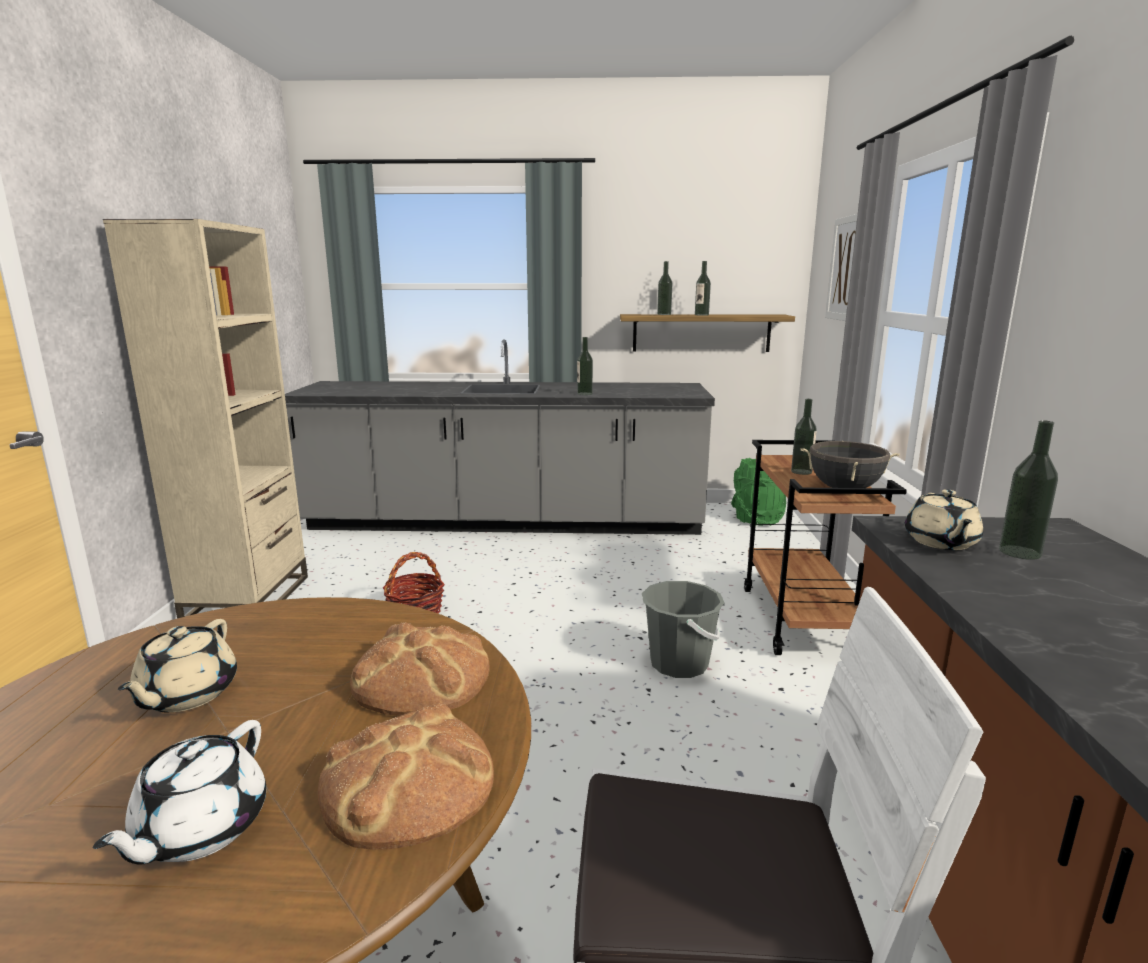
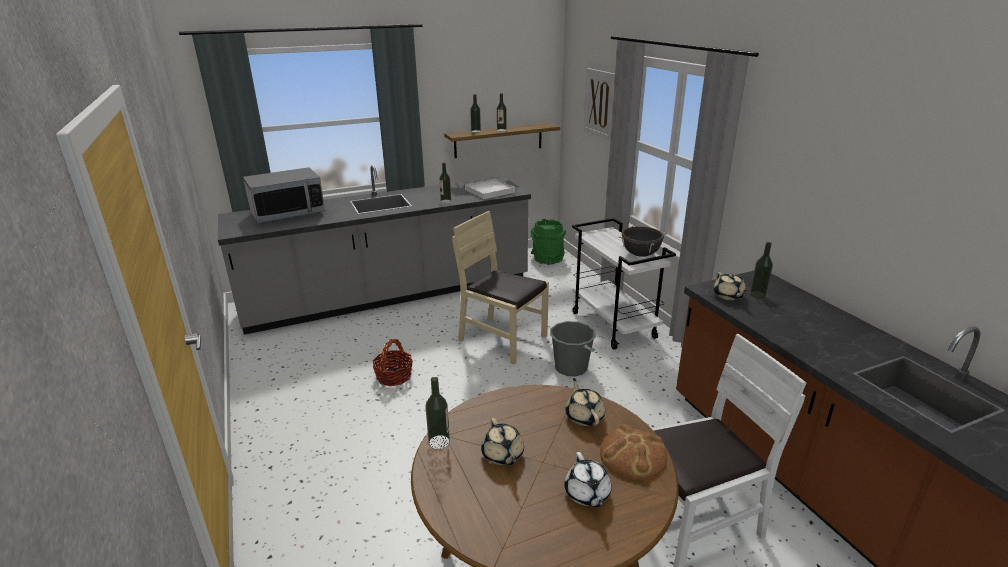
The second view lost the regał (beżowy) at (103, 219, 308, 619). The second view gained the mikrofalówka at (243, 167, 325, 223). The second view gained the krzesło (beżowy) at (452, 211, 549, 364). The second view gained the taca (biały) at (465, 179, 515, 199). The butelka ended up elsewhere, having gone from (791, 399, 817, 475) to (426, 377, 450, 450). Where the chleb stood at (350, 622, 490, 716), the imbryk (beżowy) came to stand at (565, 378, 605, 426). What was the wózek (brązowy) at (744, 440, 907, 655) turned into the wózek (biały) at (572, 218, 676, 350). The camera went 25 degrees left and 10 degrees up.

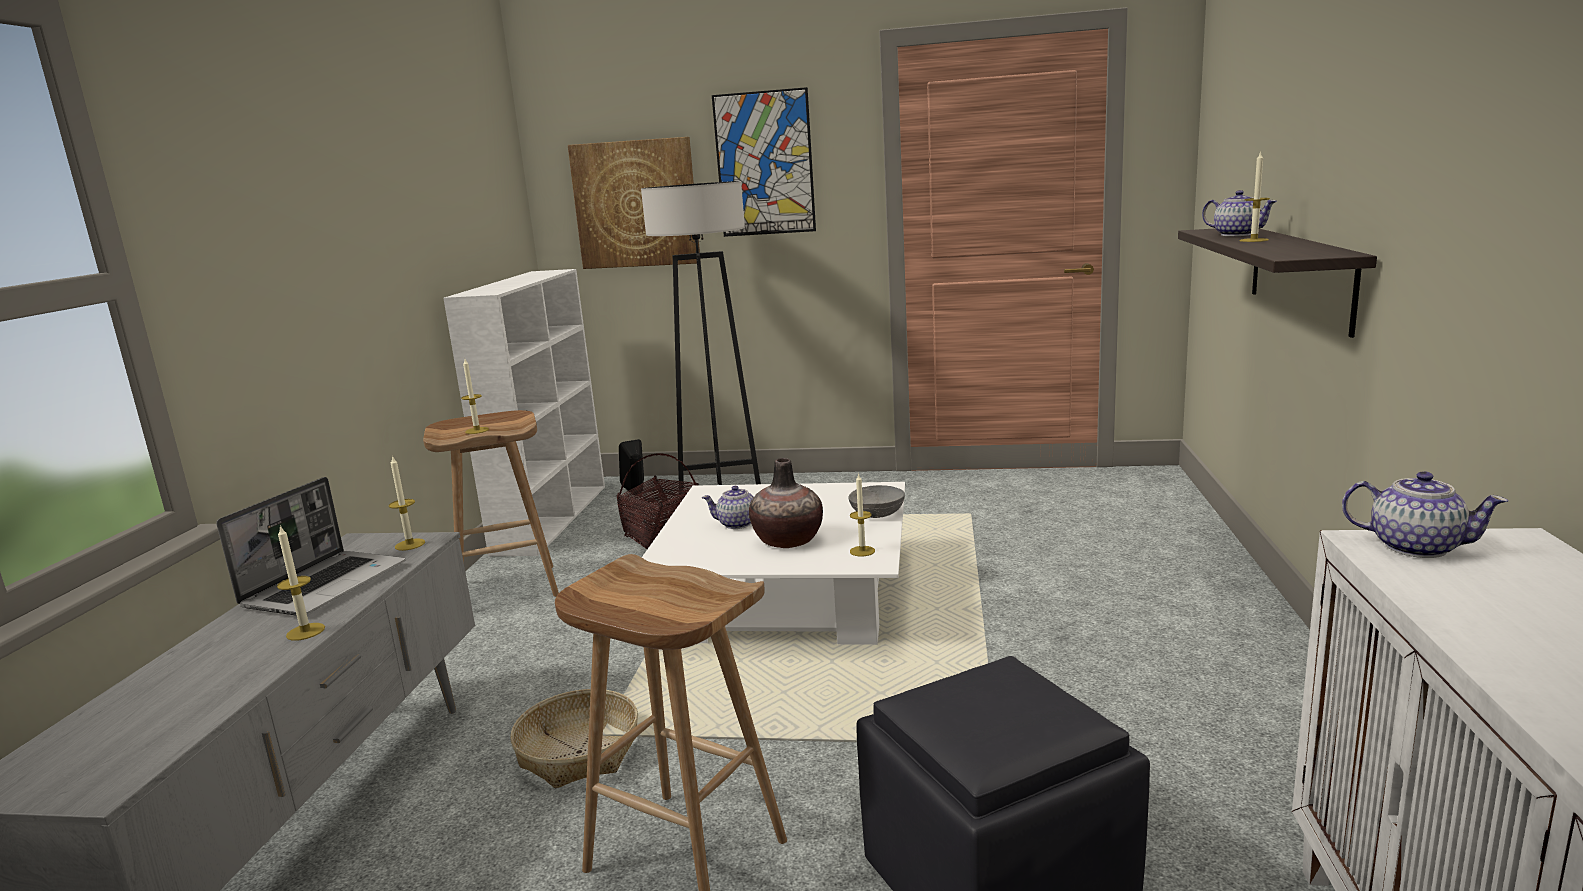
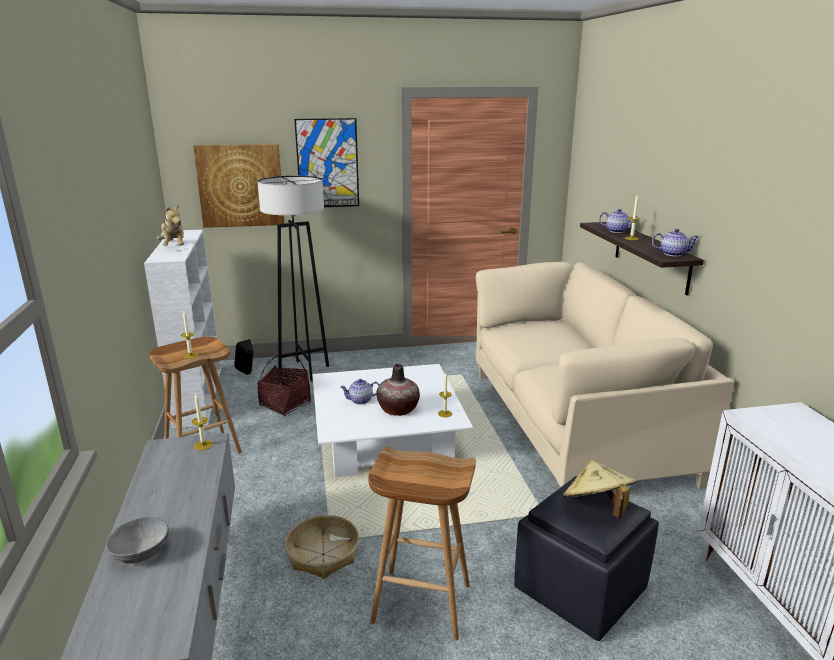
The second view lost the laptop at (216, 477, 405, 616). The second view lost the świeca at (277, 525, 325, 641). The second view gained the pluszak at (157, 204, 184, 246). The second view gained the kanapa (beżowy) at (476, 262, 735, 489). The second view gained the kapelusz (beżowy) at (562, 460, 637, 518). The miska (szary) ended up elsewhere, having gone from (848, 485, 905, 518) to (106, 517, 169, 564). The imbryk ended up elsewhere, having gone from (1342, 471, 1508, 558) to (652, 229, 700, 257). The camera went 20 degrees left and 5 degrees up.

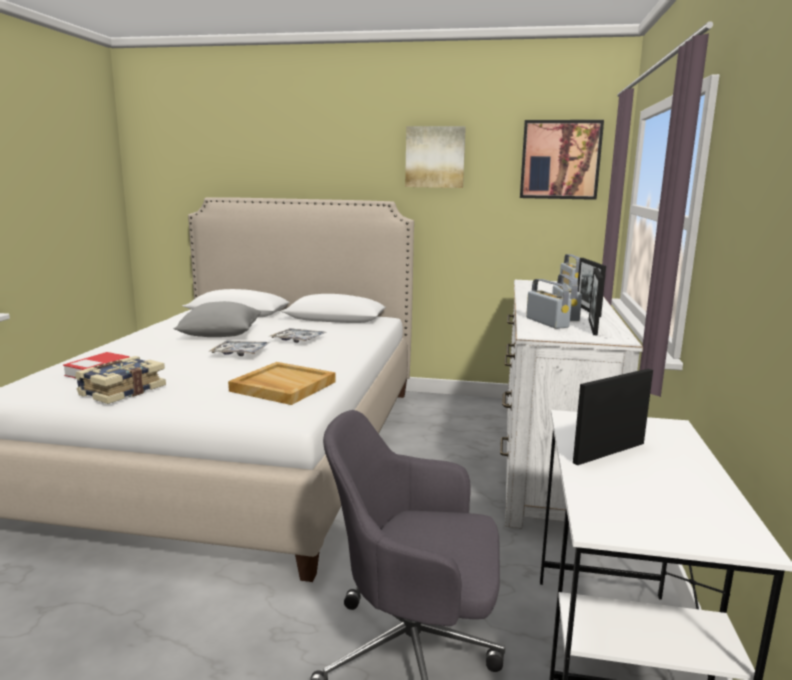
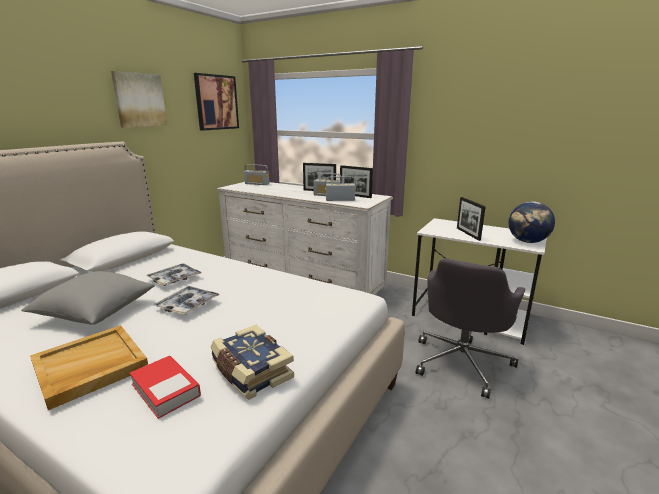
The second view gained the globus at (509, 202, 555, 243). The taca (beżowy) ended up elsewhere, having gone from (228, 362, 336, 405) to (30, 325, 148, 410). The camera went 70 degrees left and 5 degrees up.

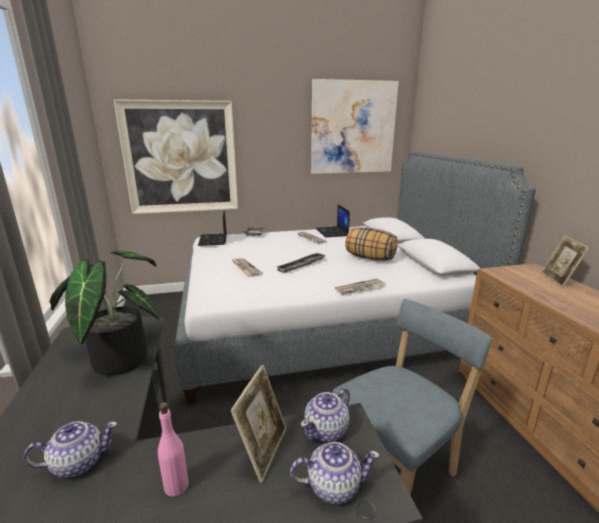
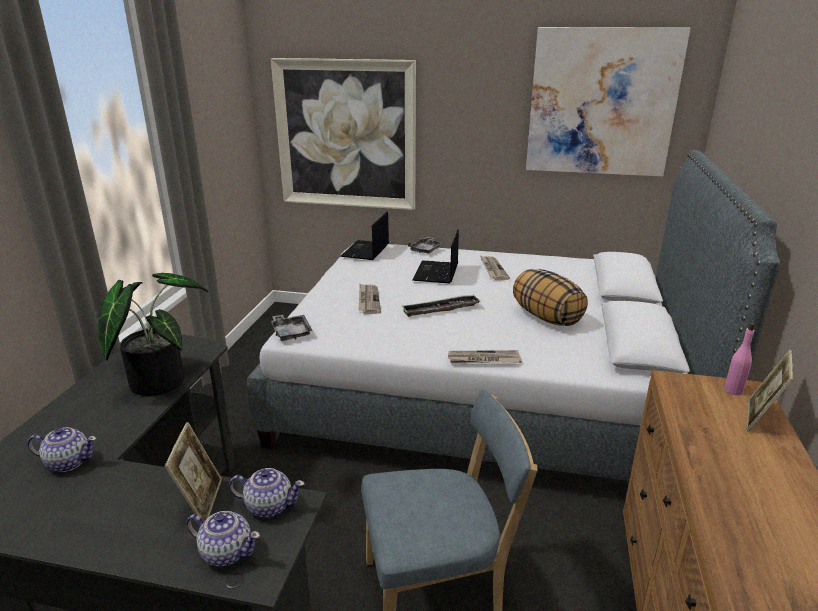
The second view gained the taca (szary) at (271, 315, 312, 341). The butelka (różowy) ended up elsewhere, having gone from (158, 402, 189, 497) to (724, 323, 755, 395). The laptop ended up elsewhere, having gone from (316, 205, 350, 237) to (413, 229, 459, 284). The ramka na zdjęcie at (230, 365, 287, 483) ended up facing another way, 45 degrees counterclockwise from before. The imbryk at (301, 387, 350, 442) ended up facing another way, 150 degrees counterclockwise from before. The camera went 25 degrees right and 5 degrees up.

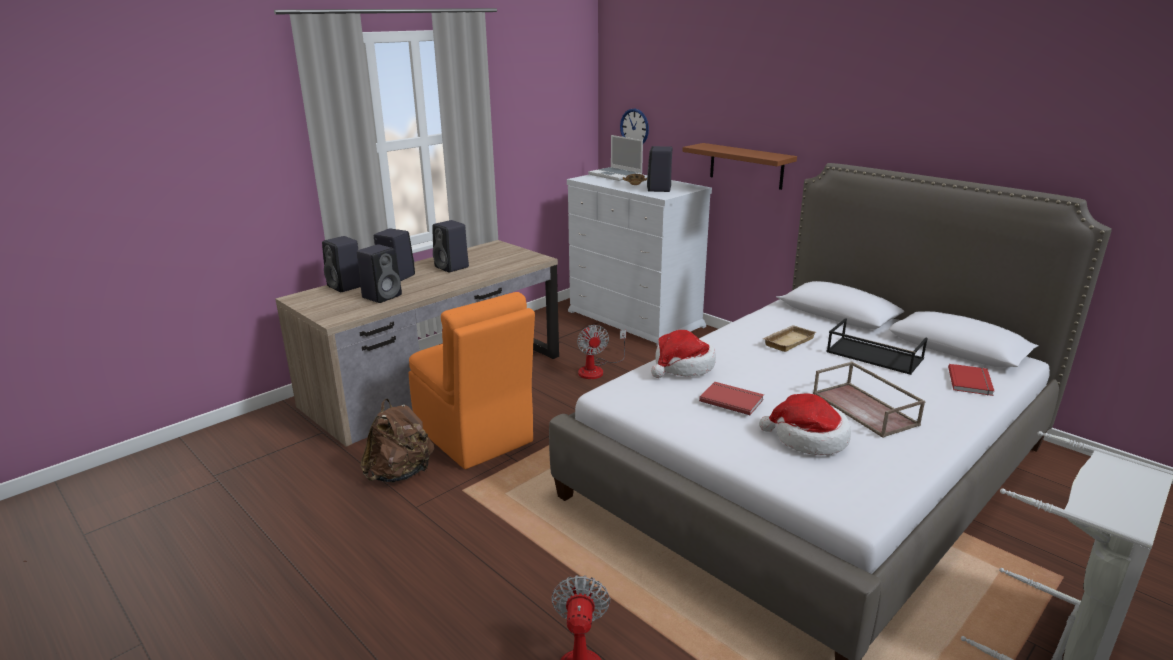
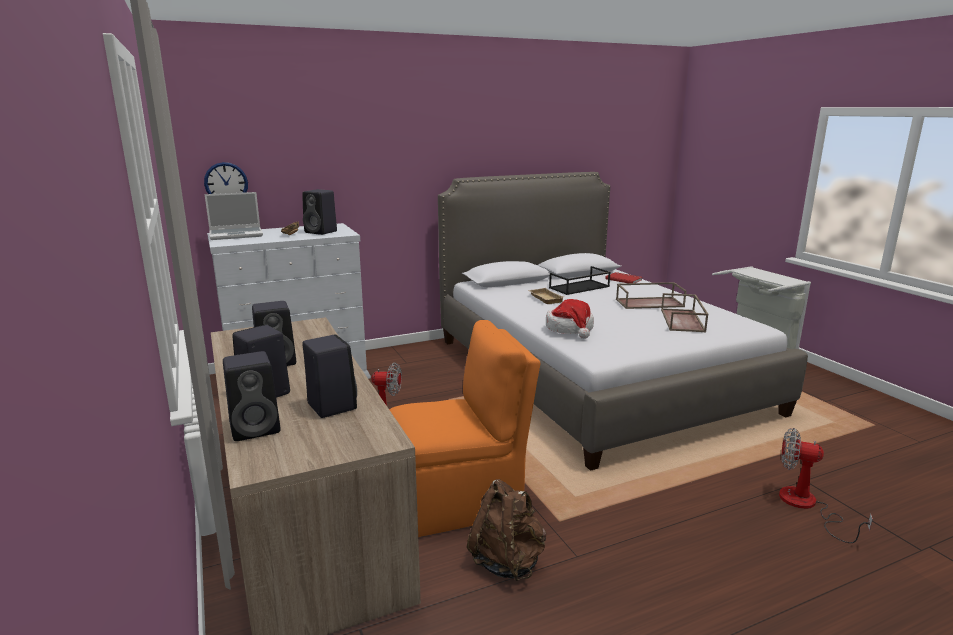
The second view lost the półka (brązowy) at (682, 143, 797, 190). The second view lost the książka (czerwony) at (699, 382, 764, 415). Where the kapelusz stood at (759, 393, 851, 455), the taca (brązowy) came to stand at (661, 293, 708, 332). The camera went 70 degrees left and 5 degrees down.

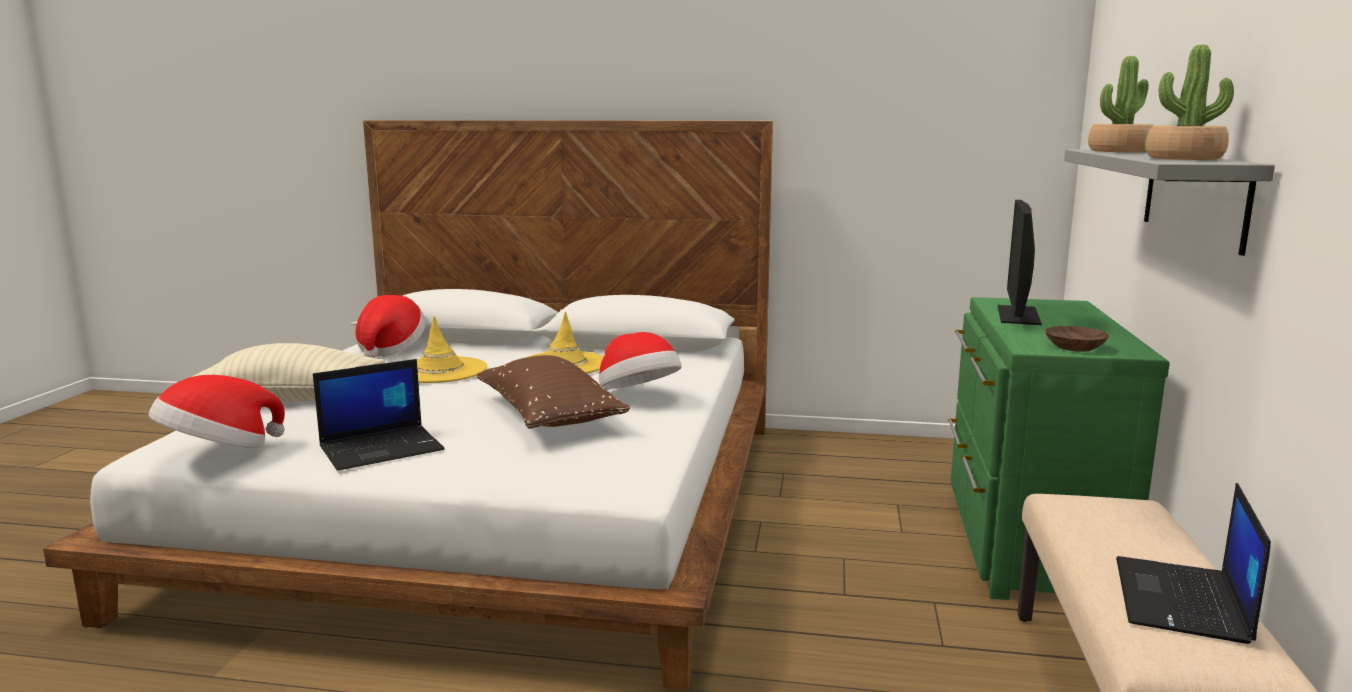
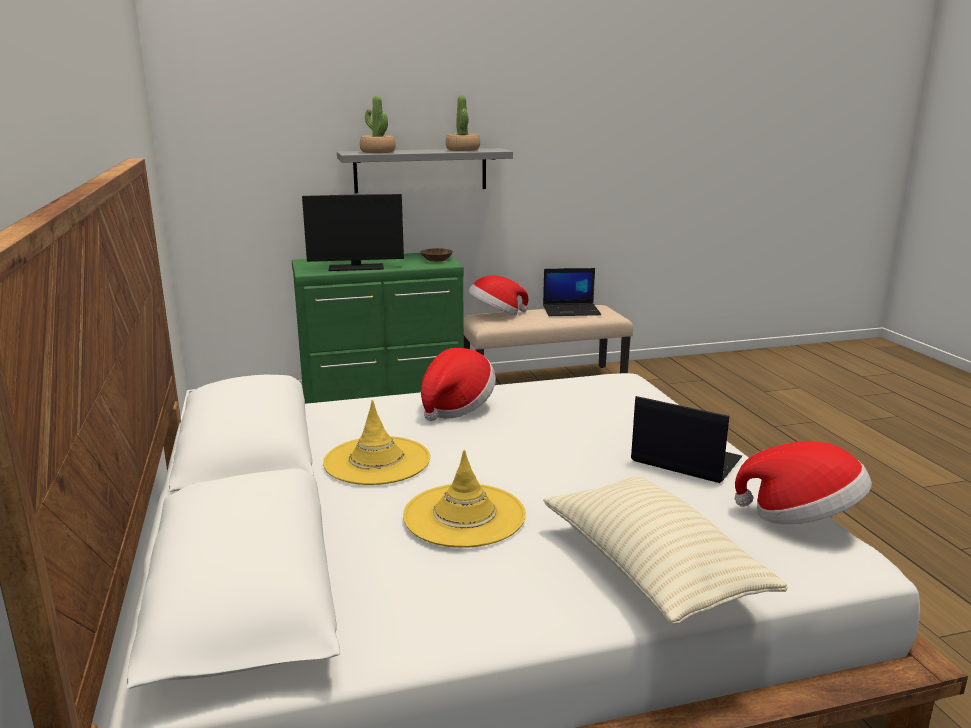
The second view lost the poduszka (brązowy) at (477, 355, 630, 429). The kapelusz ended up elsewhere, having gone from (355, 295, 426, 358) to (468, 275, 528, 316). The camera went 115 degrees left and 5 degrees up.

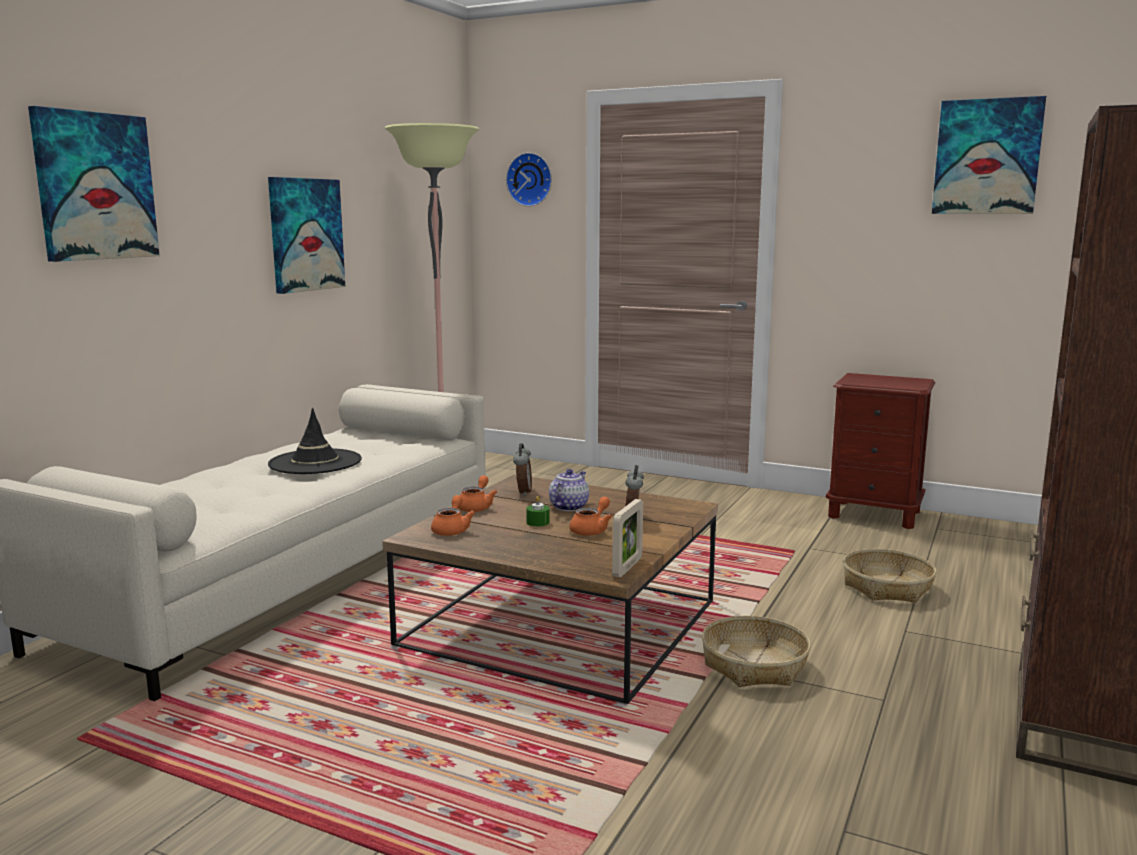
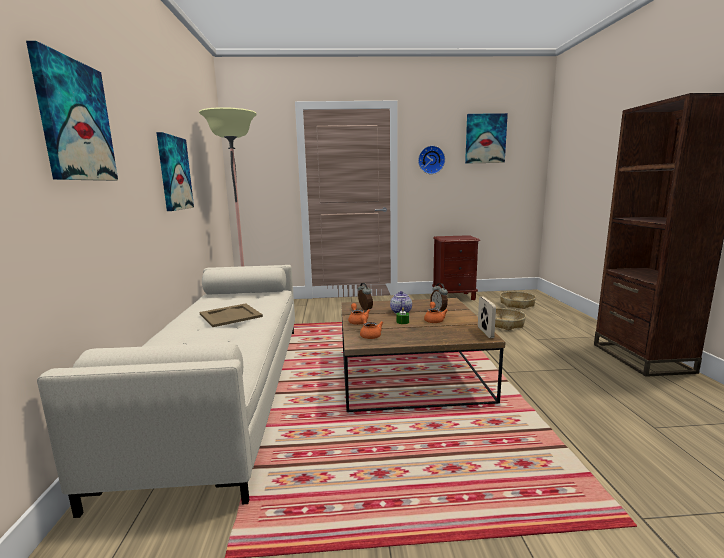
The zegar ścienny ended up elsewhere, having gone from (506, 153, 552, 207) to (418, 146, 445, 174). The koszyk ended up elsewhere, having gone from (702, 616, 811, 687) to (500, 291, 536, 309). Where the kapelusz (czarny) stood at (268, 408, 362, 474), the taca (beżowy) came to stand at (200, 303, 263, 327). The camera went 30 degrees left and 0 degrees up.

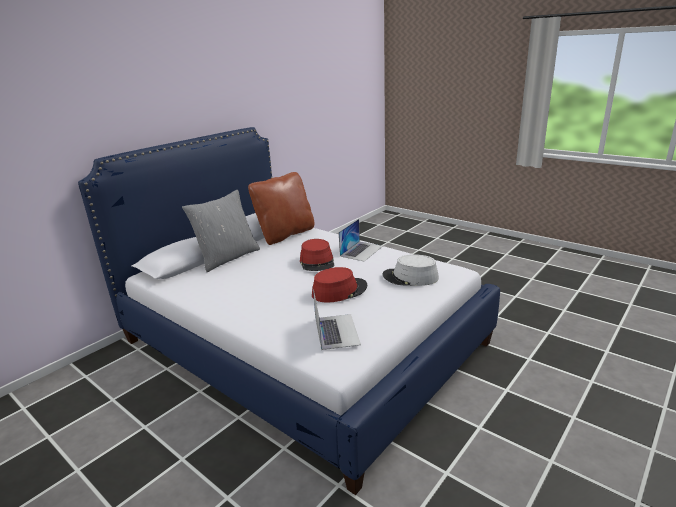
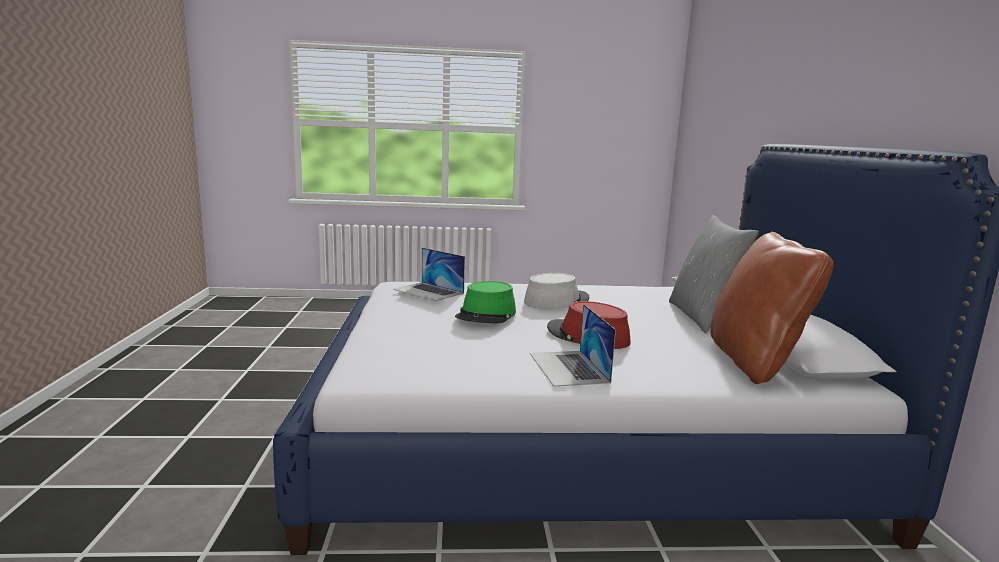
The kapelusz (szary) ended up elsewhere, having gone from (382, 254, 439, 286) to (524, 273, 589, 309). What was the kapelusz (czerwony) at (312, 267, 367, 302) turned into the kapelusz (zielony) at (455, 281, 516, 323). The camera went 135 degrees right and 10 degrees down.

